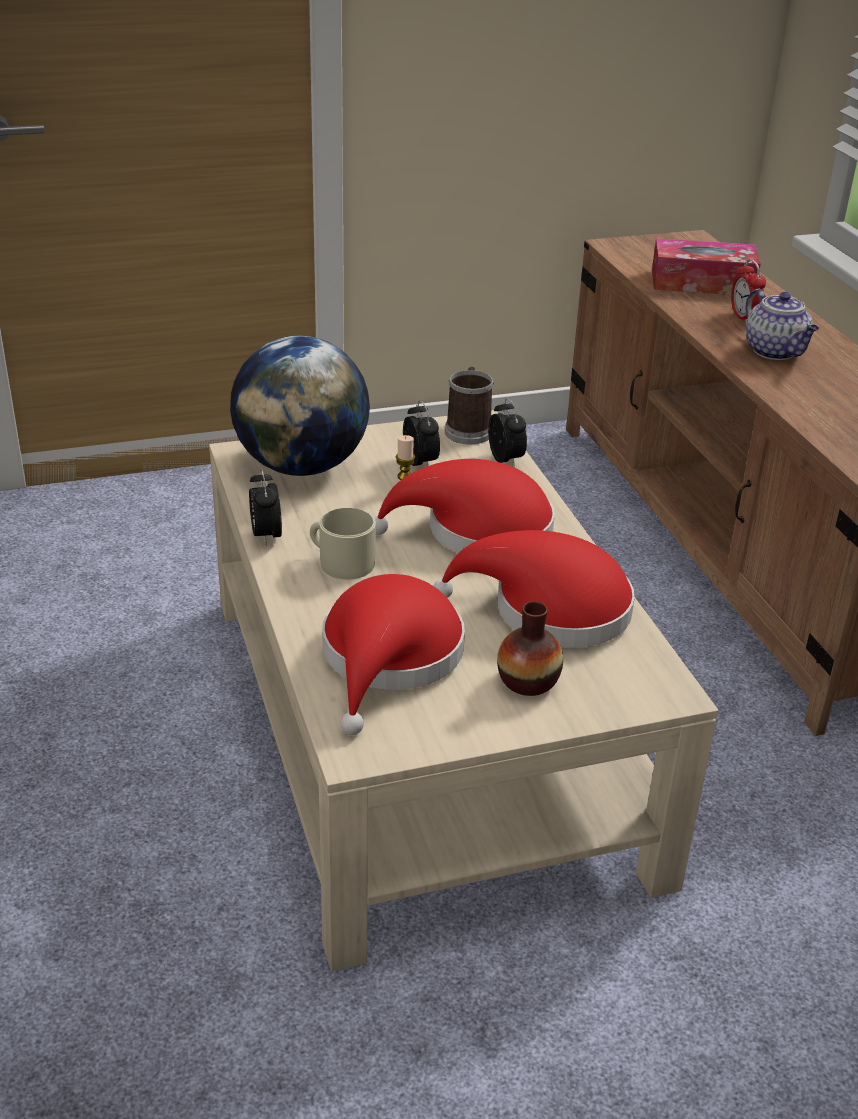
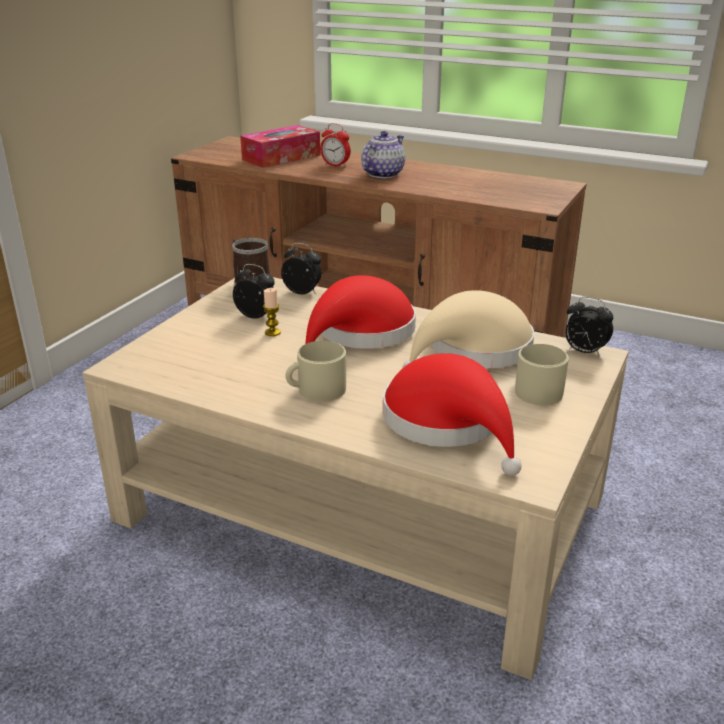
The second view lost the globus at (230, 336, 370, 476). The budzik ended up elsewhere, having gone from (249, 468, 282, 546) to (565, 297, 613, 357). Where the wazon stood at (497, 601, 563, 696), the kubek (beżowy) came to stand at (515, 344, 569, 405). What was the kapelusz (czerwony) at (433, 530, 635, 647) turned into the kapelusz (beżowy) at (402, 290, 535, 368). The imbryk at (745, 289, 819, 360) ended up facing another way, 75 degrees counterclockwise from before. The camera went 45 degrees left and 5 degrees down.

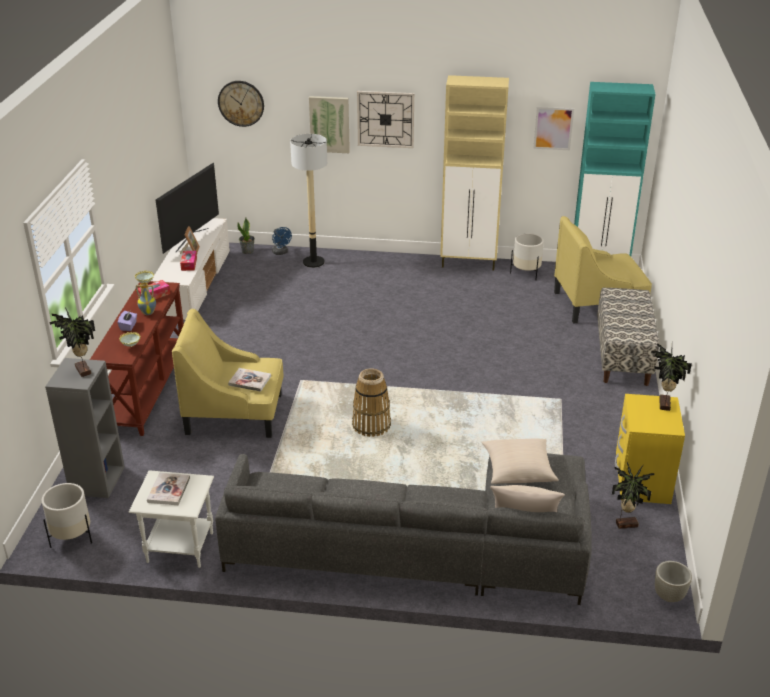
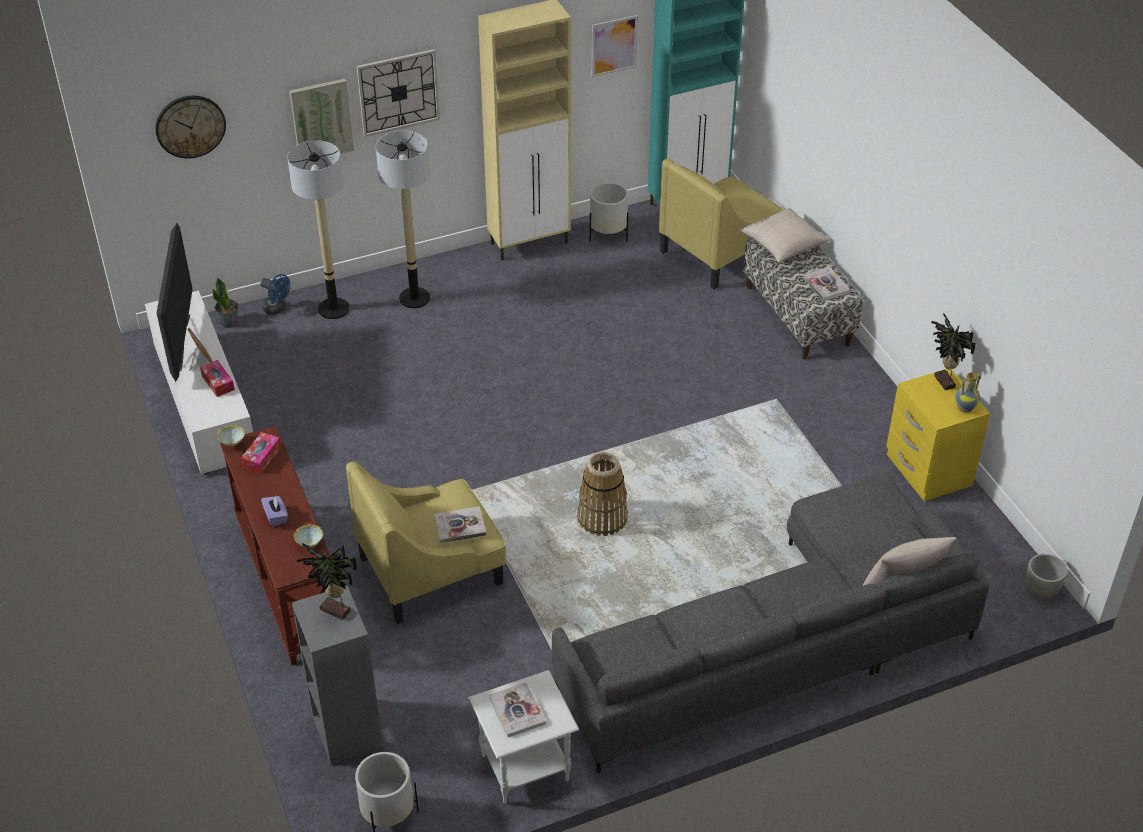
The second view lost the roślina doniczkowa at (612, 462, 655, 529). The second view gained the lampa stojąca at (376, 130, 430, 309). The second view gained the książka at (803, 267, 850, 301). The wazon ended up elsewhere, having gone from (136, 282, 156, 315) to (955, 373, 981, 413). The poduszka (beżowy) ended up elsewhere, having gone from (482, 438, 559, 484) to (739, 208, 830, 263). The camera went 30 degrees left and 10 degrees up.

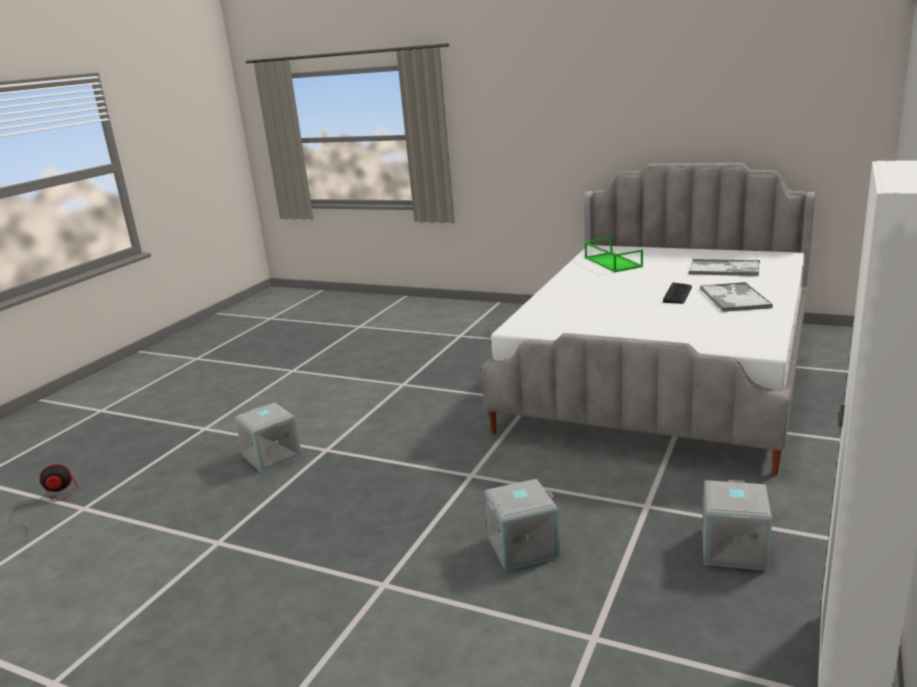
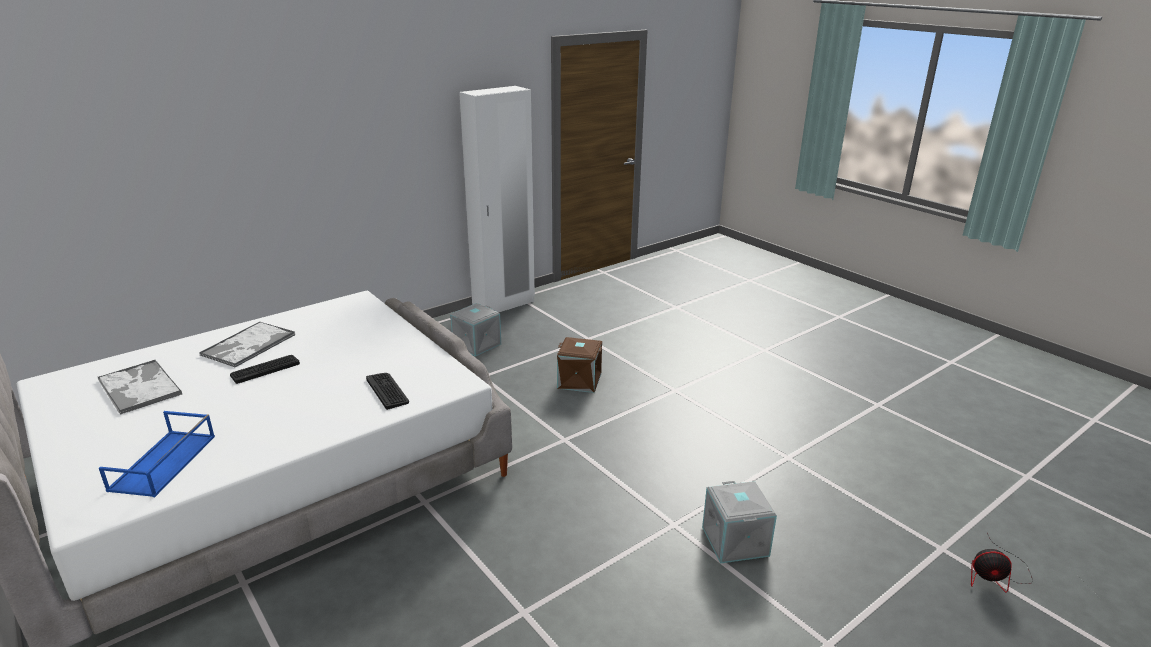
The second view gained the klawiatura at (366, 373, 409, 410). What was the pojemnik do przechowywania (szary) at (484, 479, 560, 571) turned into the pojemnik do przechowywania (brązowy) at (557, 337, 602, 393). What was the taca (zielony) at (585, 237, 643, 272) turned into the taca (niebieski) at (99, 411, 215, 497). The camera went 155 degrees left and 5 degrees up.

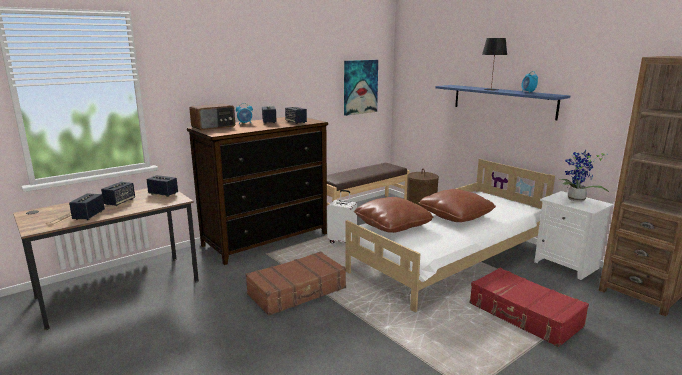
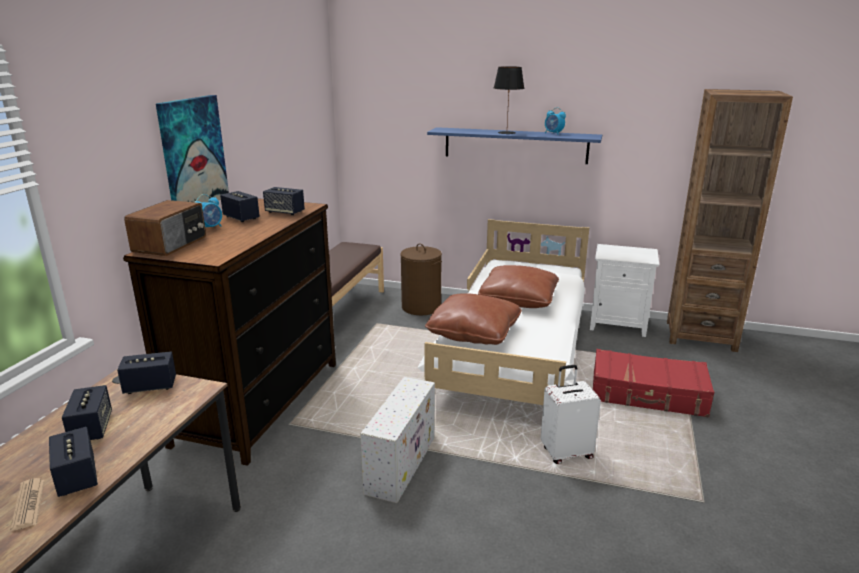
The second view lost the roślina doniczkowa at (559, 149, 609, 202). The walizka (biały) ended up elsewhere, having gone from (327, 190, 357, 243) to (541, 365, 601, 464). The obraz ended up elsewhere, having gone from (344, 60, 378, 116) to (156, 95, 229, 203). Where the walizka (brązowy) stood at (246, 251, 346, 316), the pojemnik do przechowywania (biały) came to stand at (360, 377, 435, 503). The camera went 35 degrees left and 5 degrees up.

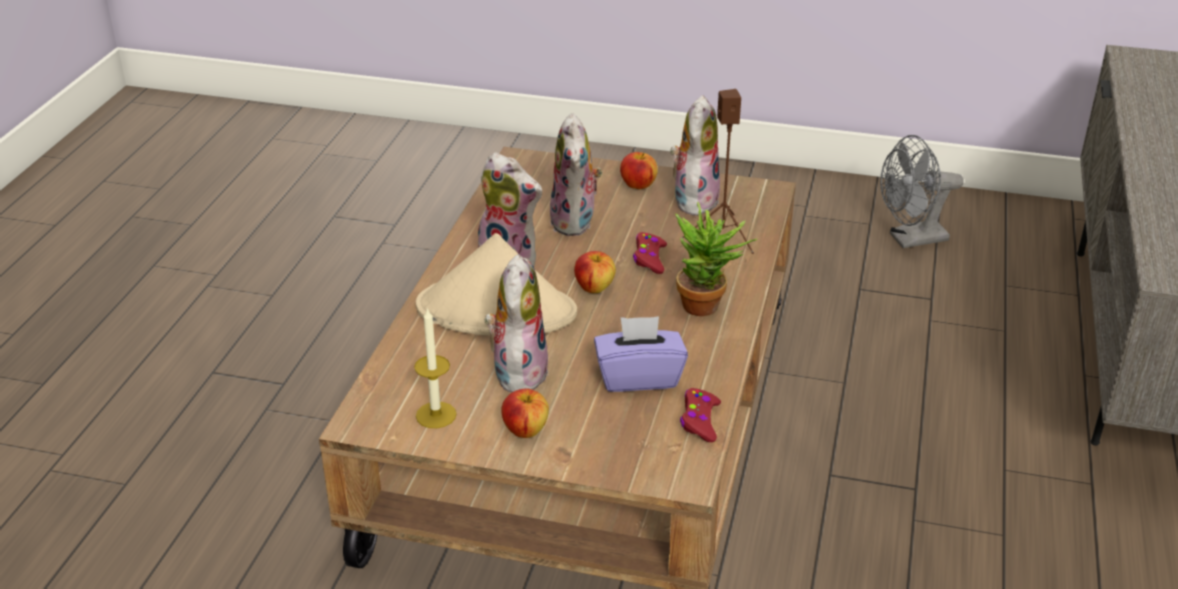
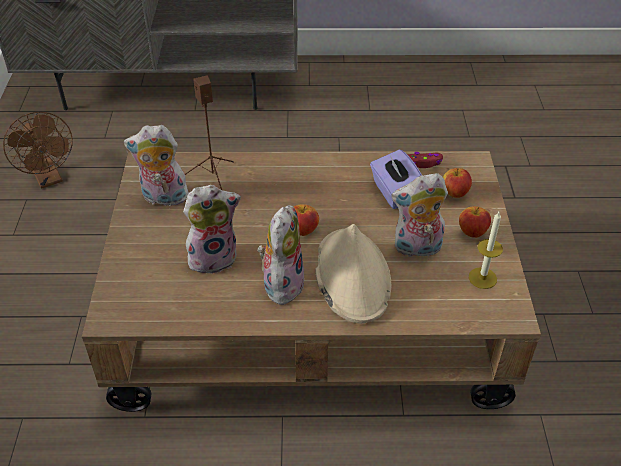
The second view lost the pad do gier (czerwony) at (633, 232, 667, 274). The second view lost the roślina doniczkowa at (675, 202, 757, 316). The jabłko ended up elsewhere, having gone from (620, 152, 658, 189) to (443, 168, 472, 198). What was the wentylator (szary) at (880, 135, 964, 248) turned into the wentylator (brązowy) at (3, 112, 73, 189). The camera went 105 degrees left and 10 degrees up.

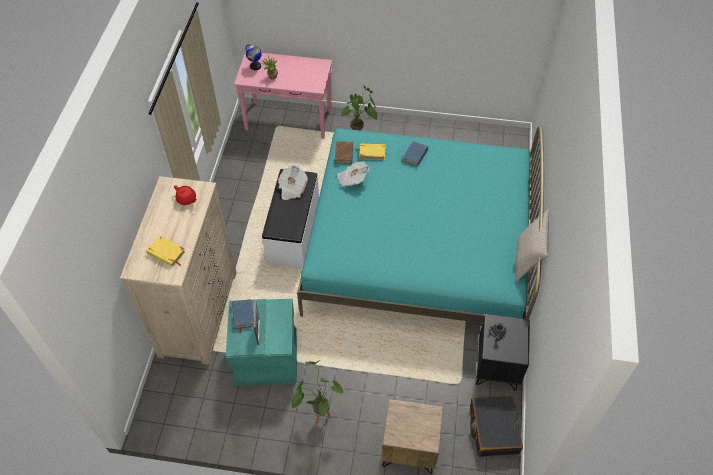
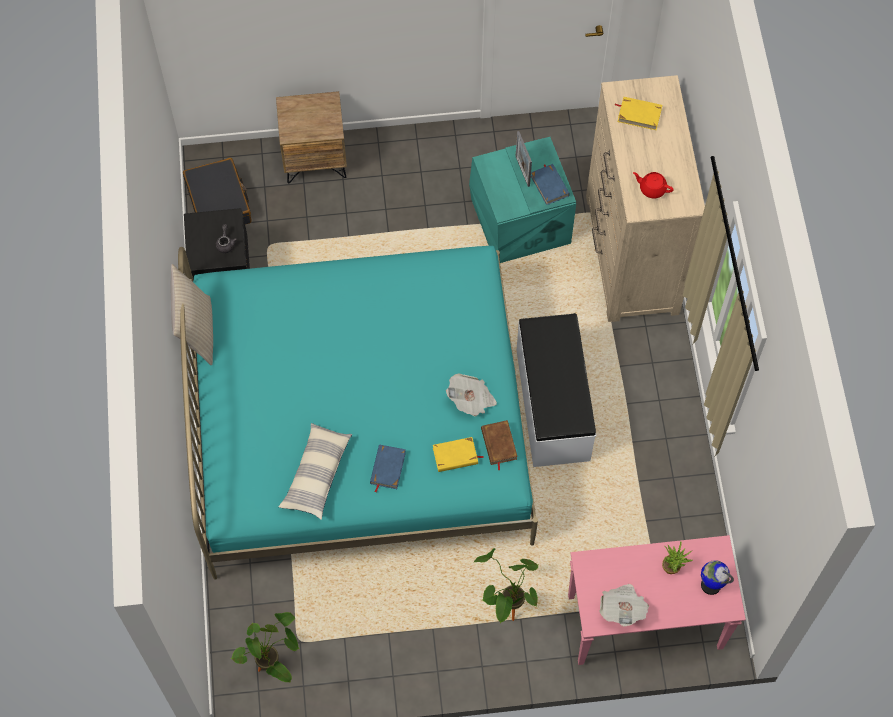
The second view gained the poduszka at (279, 423, 352, 520). The gazeta ended up elsewhere, having gone from (278, 165, 308, 200) to (599, 584, 649, 626). The roślina doniczkowa ended up elsewhere, having gone from (291, 361, 344, 424) to (230, 612, 300, 683). The camera went 165 degrees right and 10 degrees up.

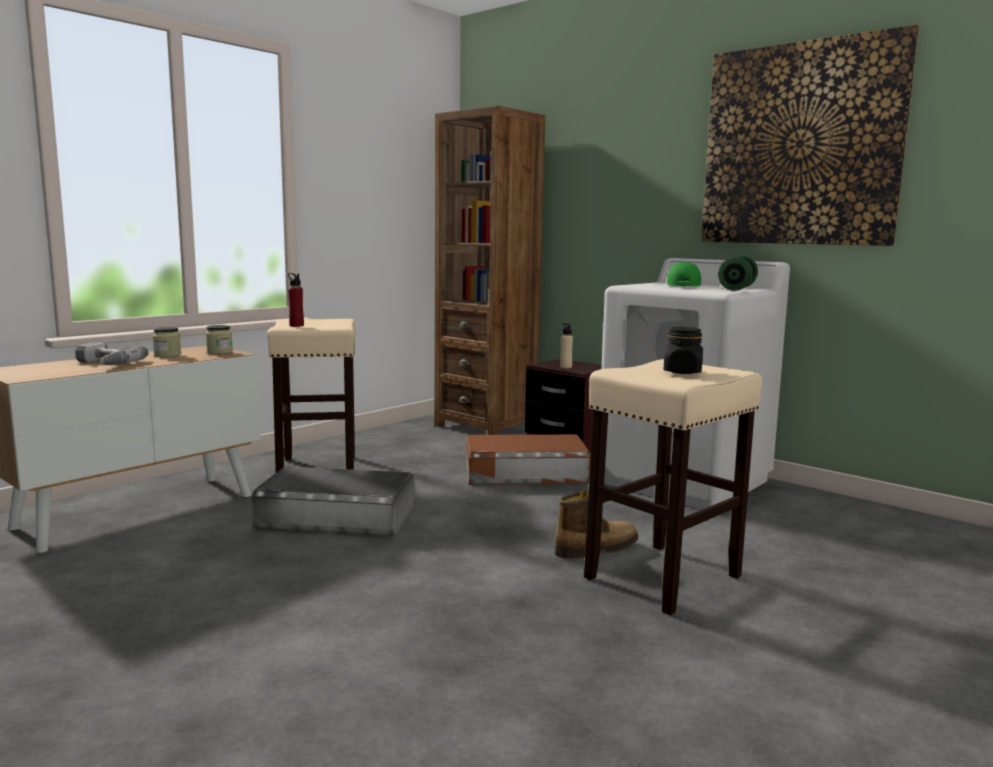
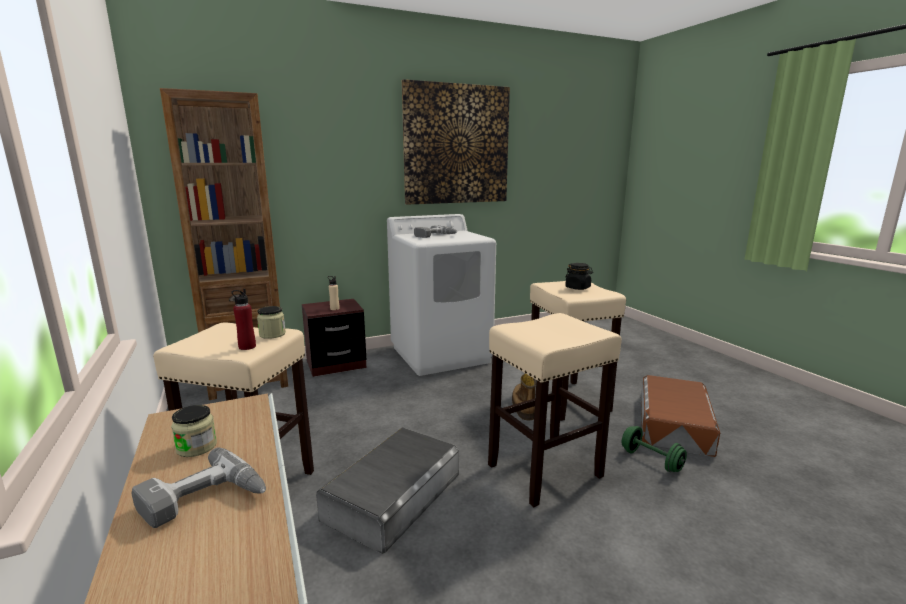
The second view gained the stołek (beżowy) at (488, 313, 622, 507). The słoik ended up elsewhere, having gone from (206, 325, 233, 354) to (257, 306, 286, 339). The pojemnik do przechowywania (brązowy) ended up elsewhere, having gone from (466, 434, 591, 485) to (641, 375, 720, 457). The hantel (zielony) ended up elsewhere, having gone from (718, 256, 758, 291) to (622, 426, 687, 472). Where the czapka z daszkiem (zielony) stood at (667, 261, 701, 287), the wiertarka came to stand at (414, 225, 457, 238). The camera went 65 degrees left and 5 degrees up.

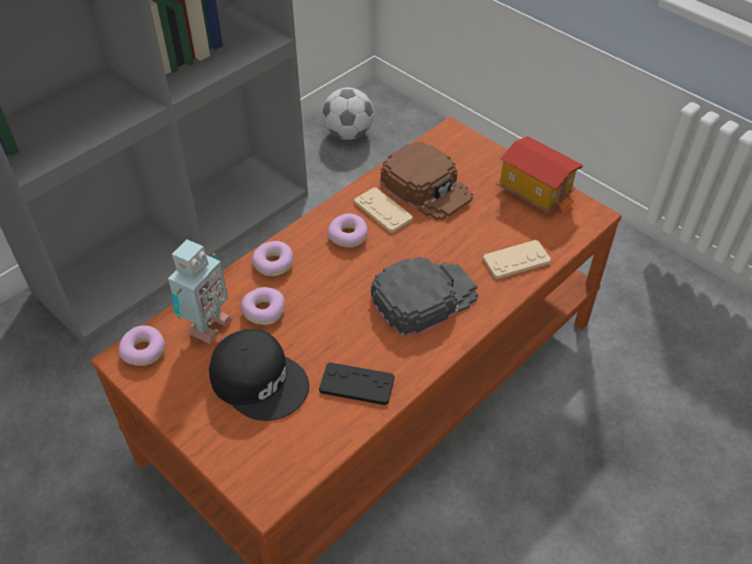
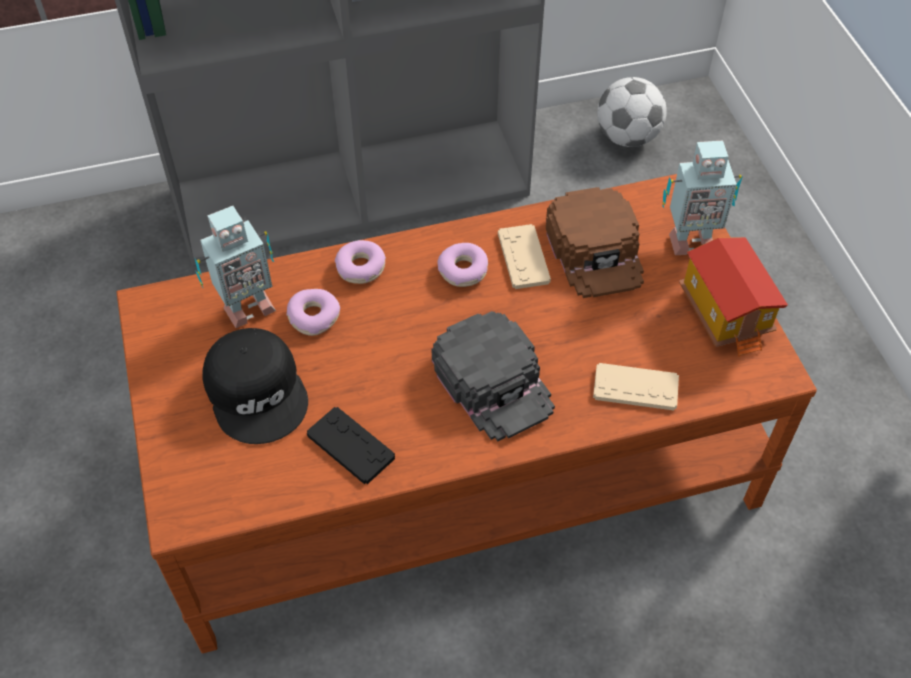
The second view lost the donut at (119, 325, 165, 366). The second view gained the robot zabawkowy at (662, 141, 743, 255). The czapka z daszkiem (czarny) at (371, 257, 478, 337) ended up facing another way, 60 degrees clockwise from before. The camera went 30 degrees right and 5 degrees up.

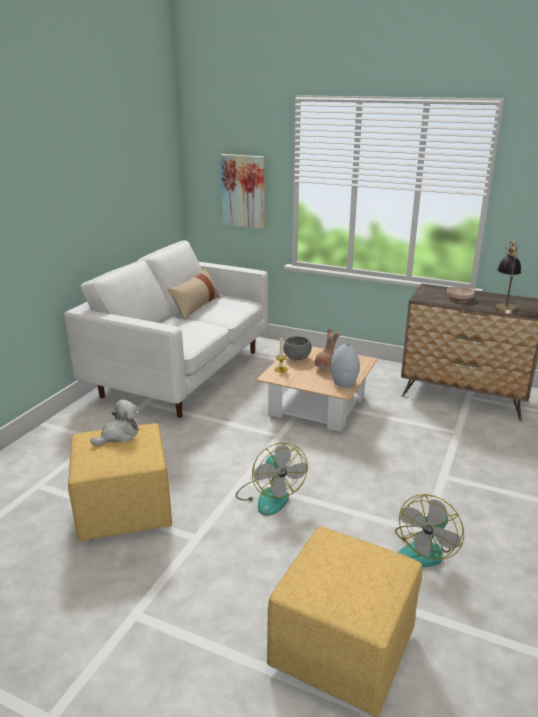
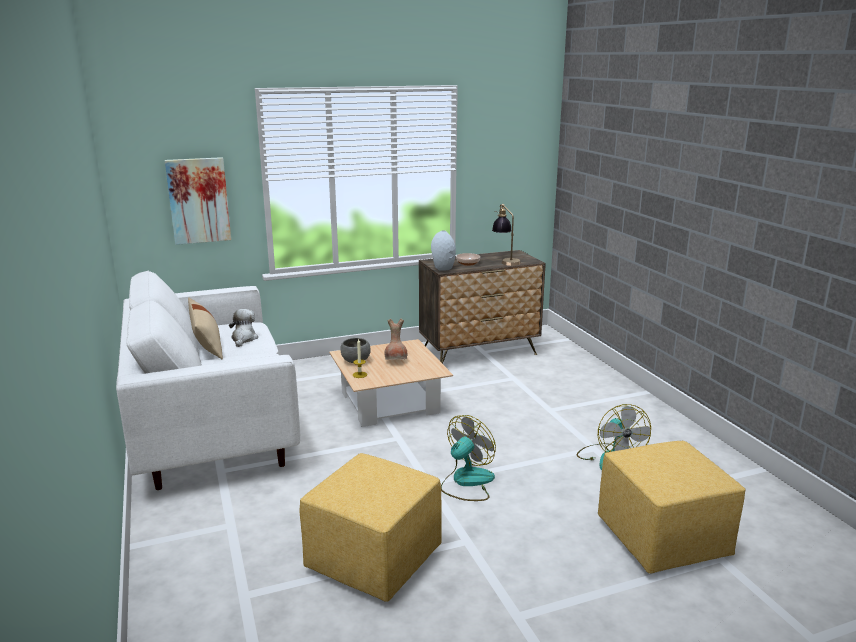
The pluszak ended up elsewhere, having gone from (90, 399, 139, 446) to (229, 309, 258, 347). The wazon (szary) ended up elsewhere, having gone from (331, 344, 360, 388) to (431, 230, 456, 271). The wentylator at (236, 443, 308, 516) ended up facing another way, 75 degrees counterclockwise from before. The camera went 45 degrees left and 5 degrees down.

